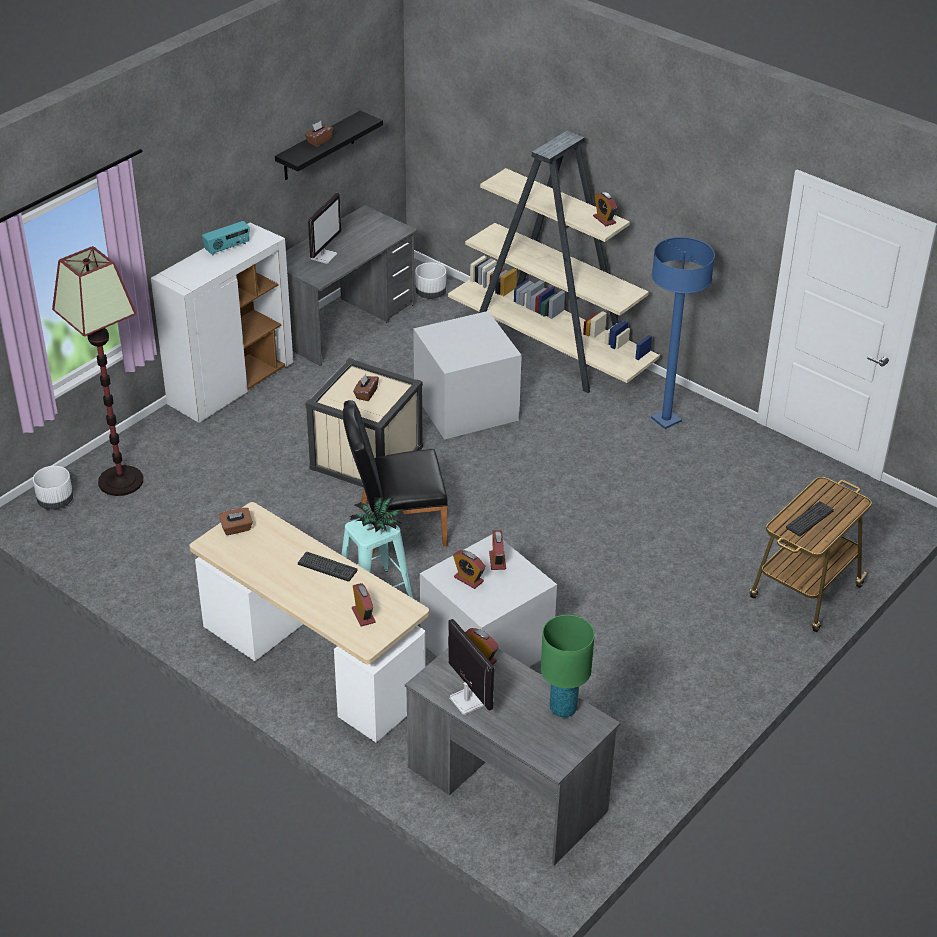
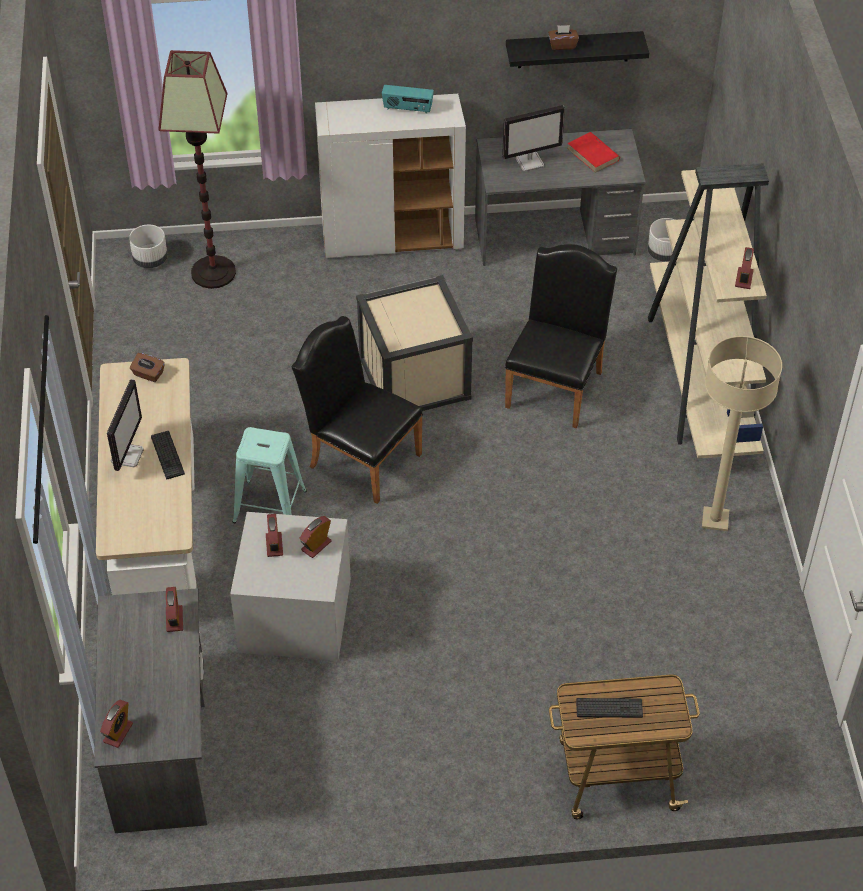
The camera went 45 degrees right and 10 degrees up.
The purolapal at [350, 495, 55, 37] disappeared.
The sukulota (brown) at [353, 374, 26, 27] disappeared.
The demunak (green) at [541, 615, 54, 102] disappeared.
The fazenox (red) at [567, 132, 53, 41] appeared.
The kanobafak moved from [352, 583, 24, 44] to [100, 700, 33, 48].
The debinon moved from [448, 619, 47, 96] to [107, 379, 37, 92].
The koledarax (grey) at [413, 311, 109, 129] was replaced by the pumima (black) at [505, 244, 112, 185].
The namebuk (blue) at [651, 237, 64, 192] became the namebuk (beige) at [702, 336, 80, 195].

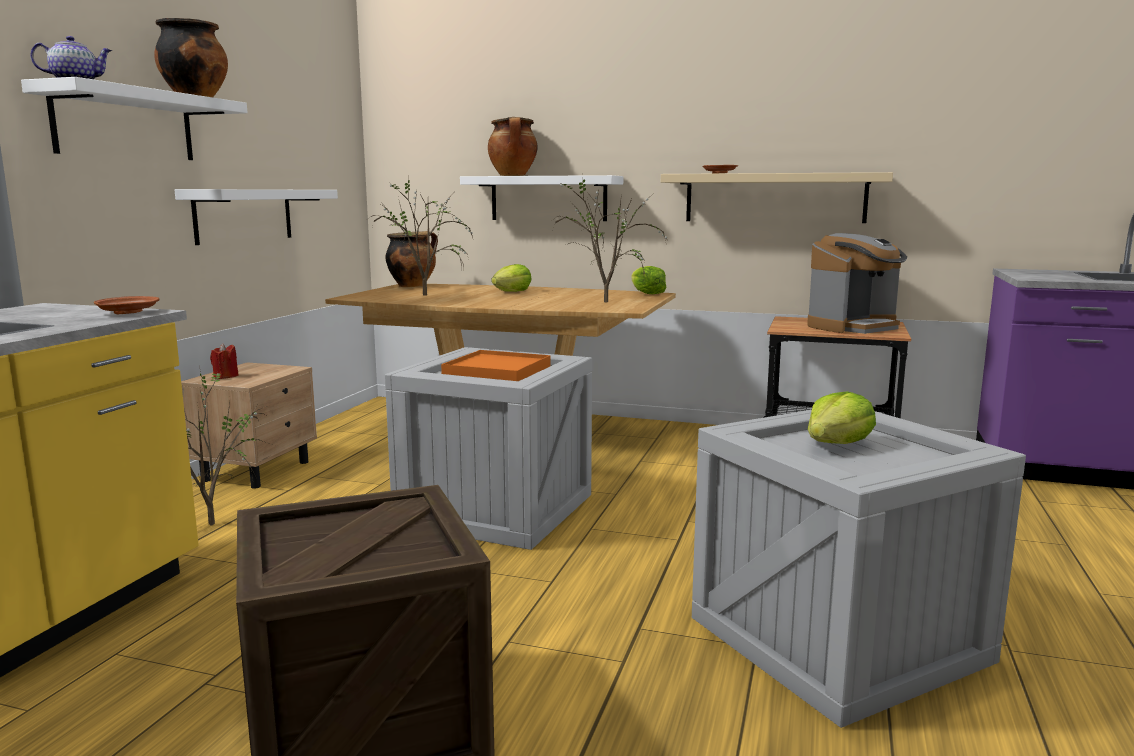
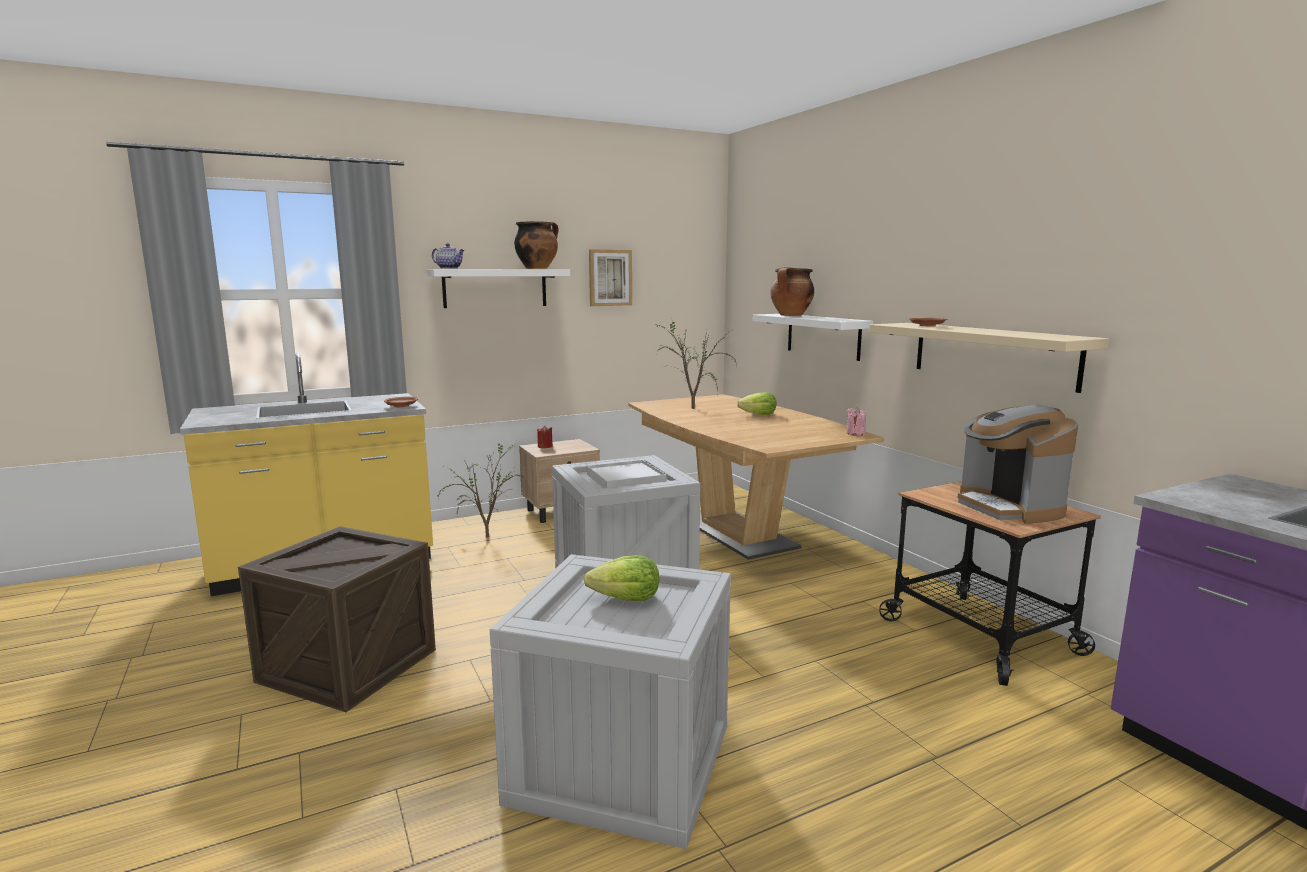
The camera went 45 degrees right and 0 degrees up.
The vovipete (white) at [175, 189, 163, 56] disappeared.
The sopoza at [385, 231, 53, 56] disappeared.
The purolapal at [554, 178, 114, 125] disappeared.
The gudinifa at [589, 249, 43, 57] appeared.
The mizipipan at [631, 266, 35, 28] was replaced by the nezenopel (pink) at [846, 407, 21, 29].
The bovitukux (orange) at [441, 350, 109, 31] became the bovitukux (white) at [587, 460, 79, 29].
The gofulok at [807, 233, 100, 101] turned 60 degrees clockwise.

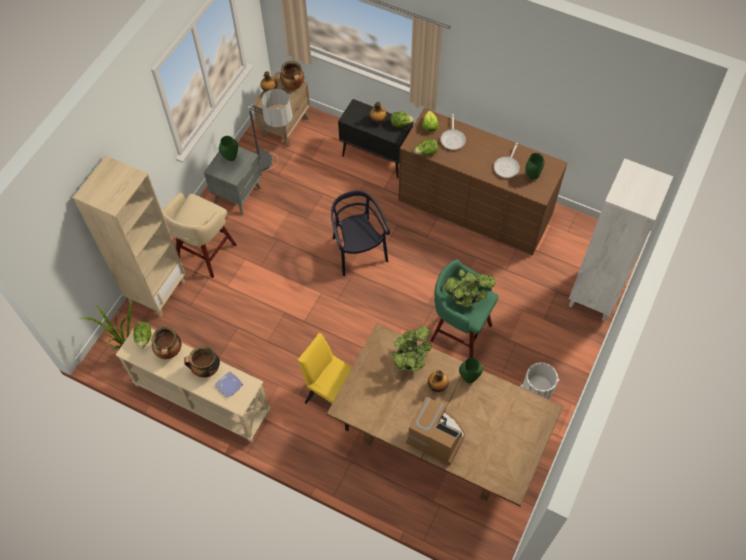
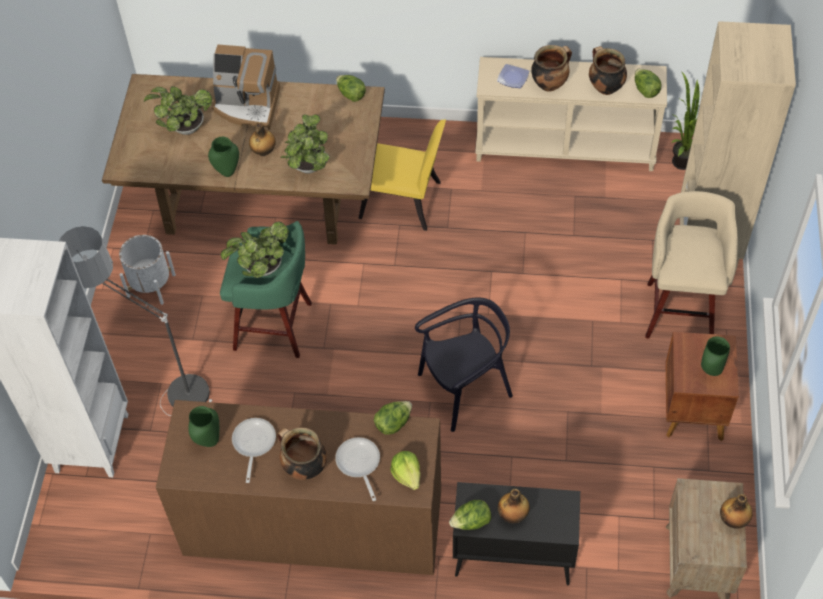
The camera went 160 degrees right and 5 degrees down.
The purolapal at [144, 86, 68, 49] appeared.
The mizipipan at [336, 75, 30, 27] appeared.
The namebuk moved from [247, 89, 46, 82] to [59, 226, 154, 190].
The sopoza moved from [280, 61, 24, 29] to [277, 428, 50, 52].
The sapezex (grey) at [204, 146, 58, 69] became the sapezex (brown) at [666, 332, 73, 109].
The pumima (black) at [331, 191, 59, 85] turned 75 degrees counterclockwise.

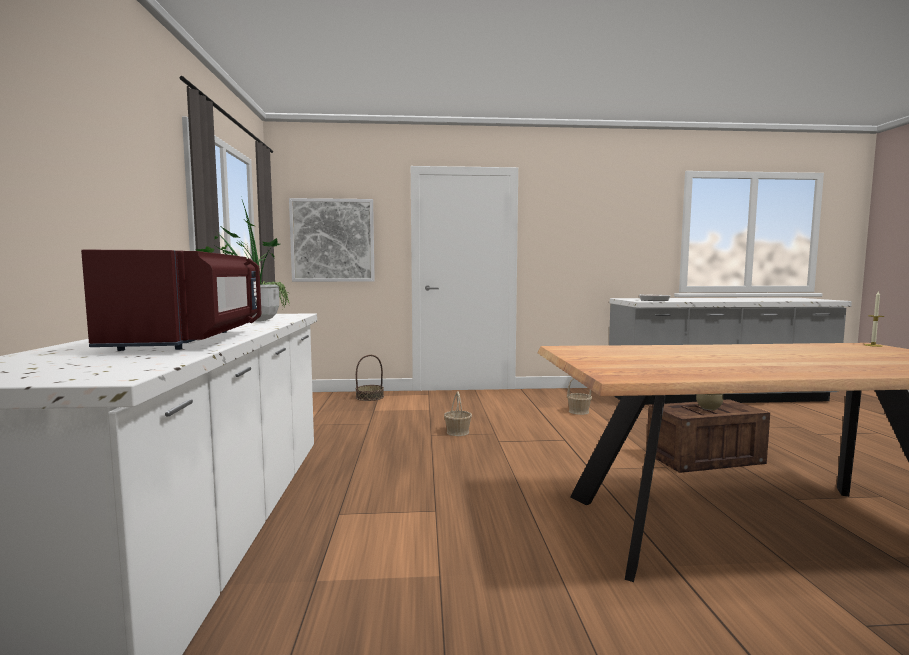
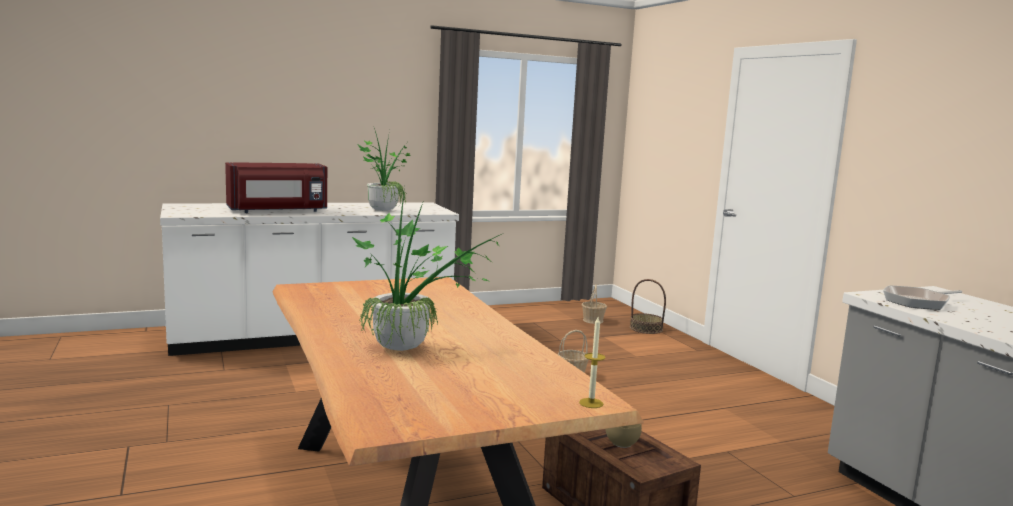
The camera went 70 degrees right and 5 degrees up.
The gudinifa at [289, 198, 86, 84] disappeared.
The purolapal at [351, 186, 149, 165] appeared.
The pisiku moved from [567, 378, 25, 37] to [582, 285, 25, 39].

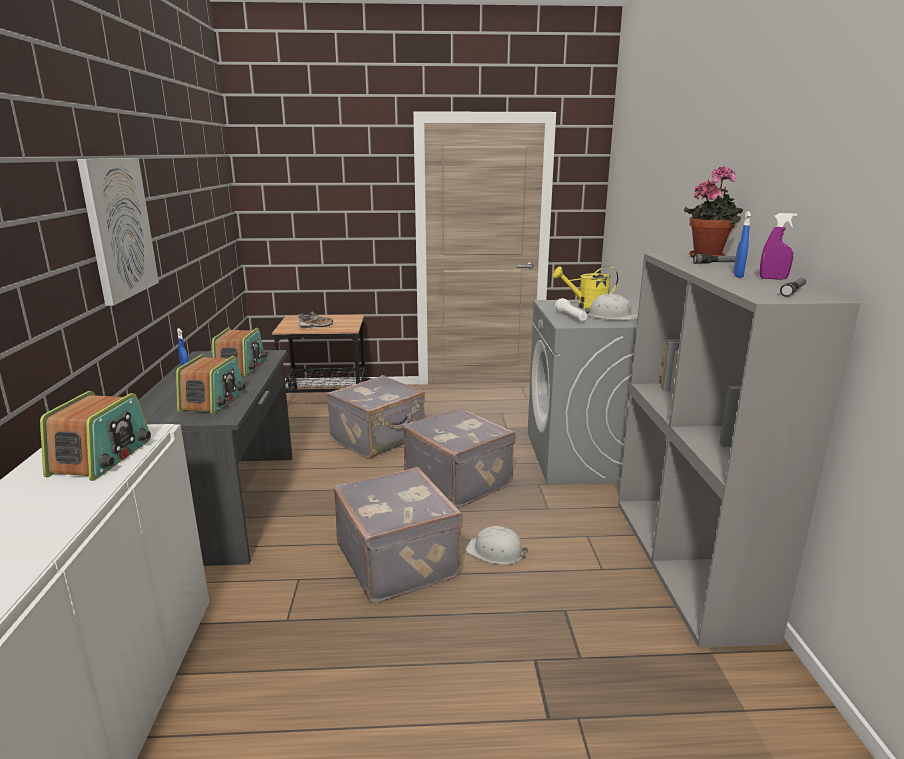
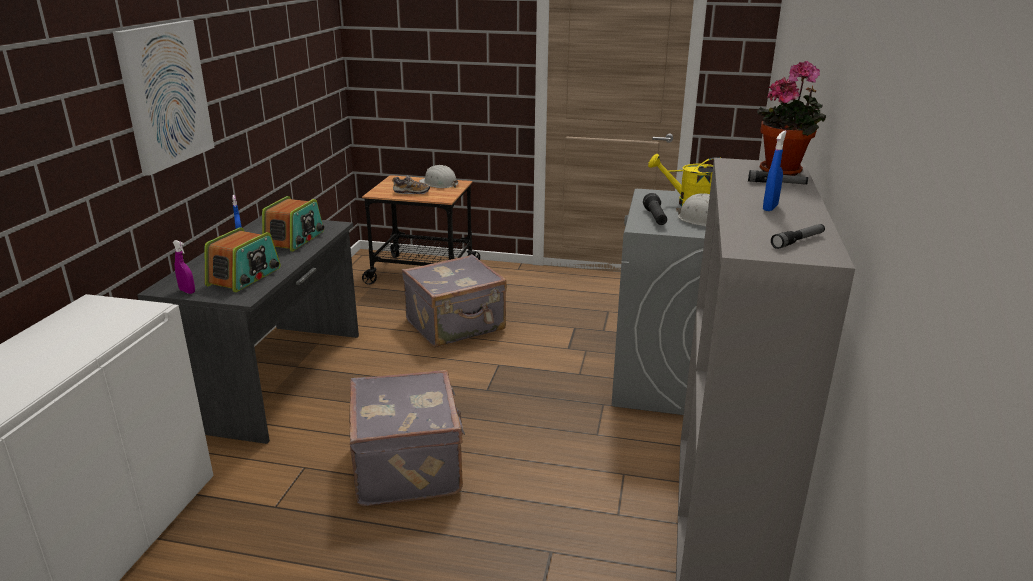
The camera went 15 degrees right and 5 degrees up.
The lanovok at [40, 391, 111, 90] disappeared.
The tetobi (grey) at [403, 407, 113, 101] disappeared.
The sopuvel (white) moved from [466, 526, 62, 39] to [419, 165, 39, 23].
The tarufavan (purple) moved from [760, 213, 37, 67] to [173, 240, 22, 54].
The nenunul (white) at [555, 298, 32, 23] became the nenunul (black) at [643, 193, 24, 32].

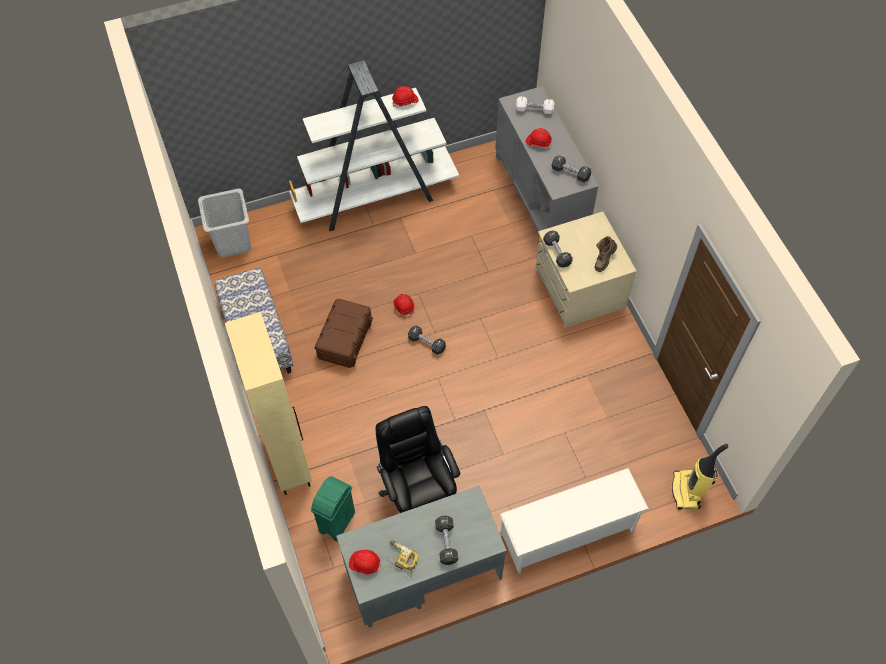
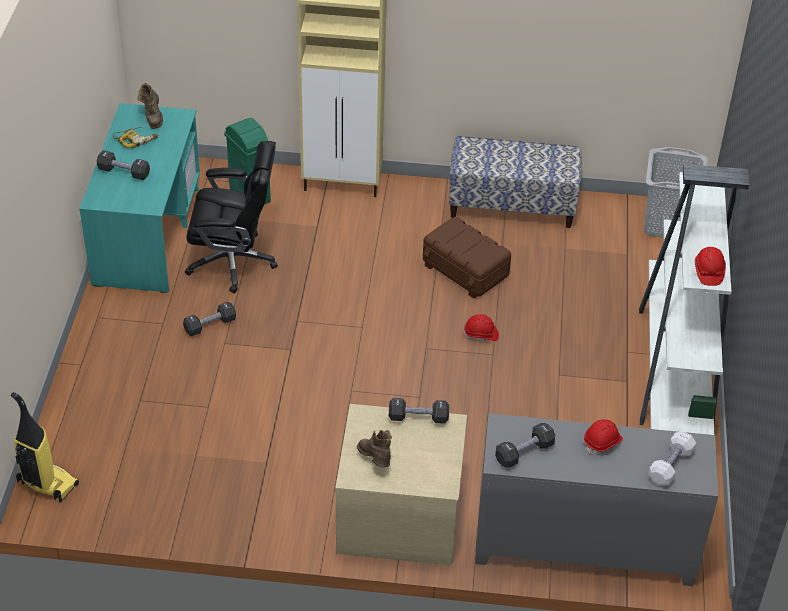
The camera went 115 degrees right and 15 degrees down.
The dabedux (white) at [500, 468, 149, 106] disappeared.
The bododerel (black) moved from [408, 325, 38, 30] to [183, 302, 53, 34].
The sopuvel (red) at [349, 550, 32, 25] was replaced by the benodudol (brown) at [138, 83, 25, 46].
The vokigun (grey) at [336, 486, 171, 142] became the vokigun (turquoise) at [79, 103, 121, 190].

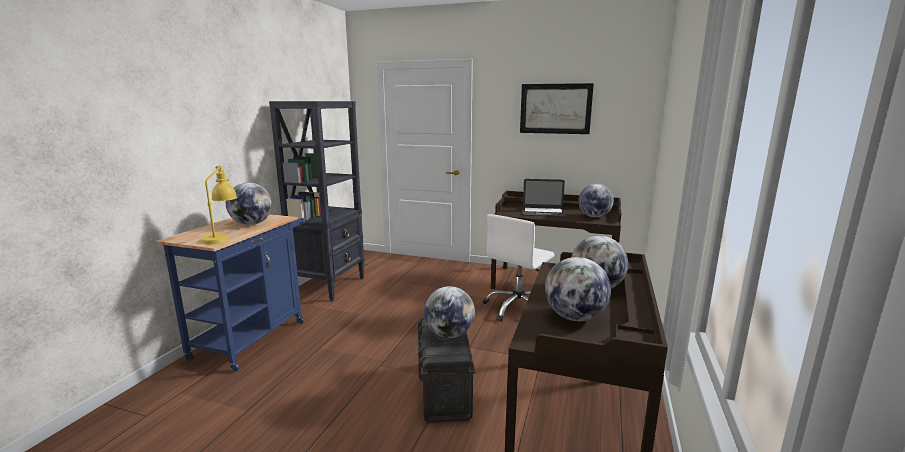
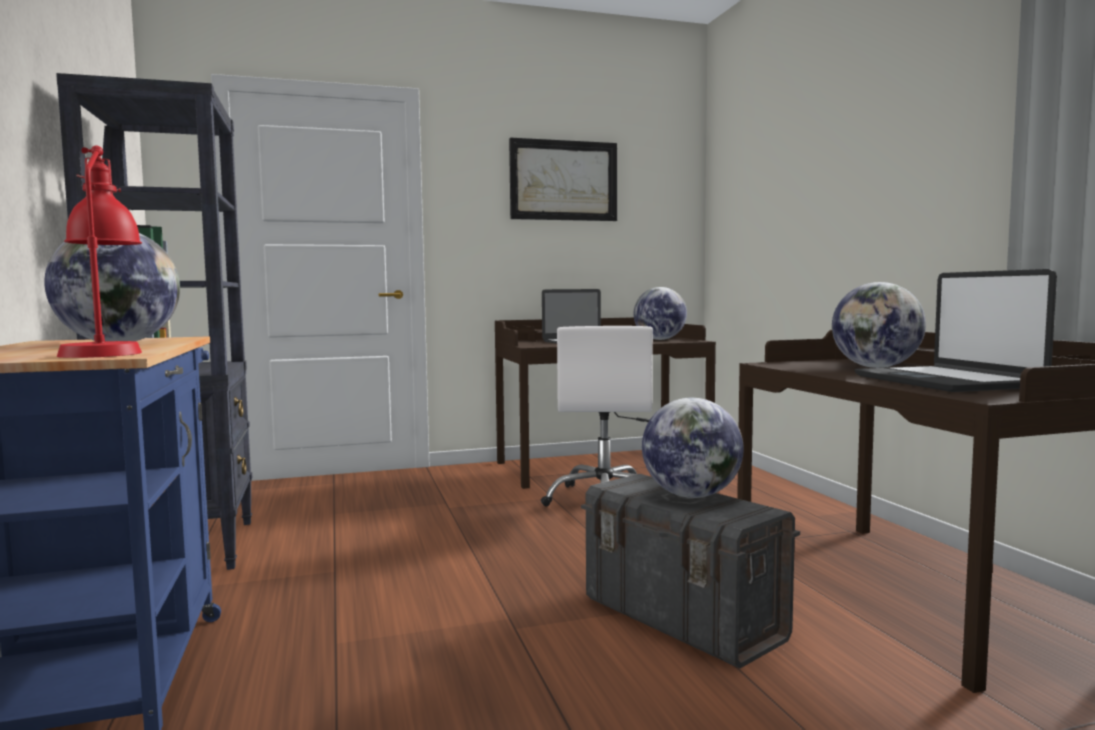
The camera went 35 degrees left and 10 degrees down.
The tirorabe at [545, 257, 66, 64] was replaced by the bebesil at [855, 269, 202, 123].
The demunak (yellow) at [201, 166, 36, 78] became the demunak (red) at [57, 146, 85, 212].

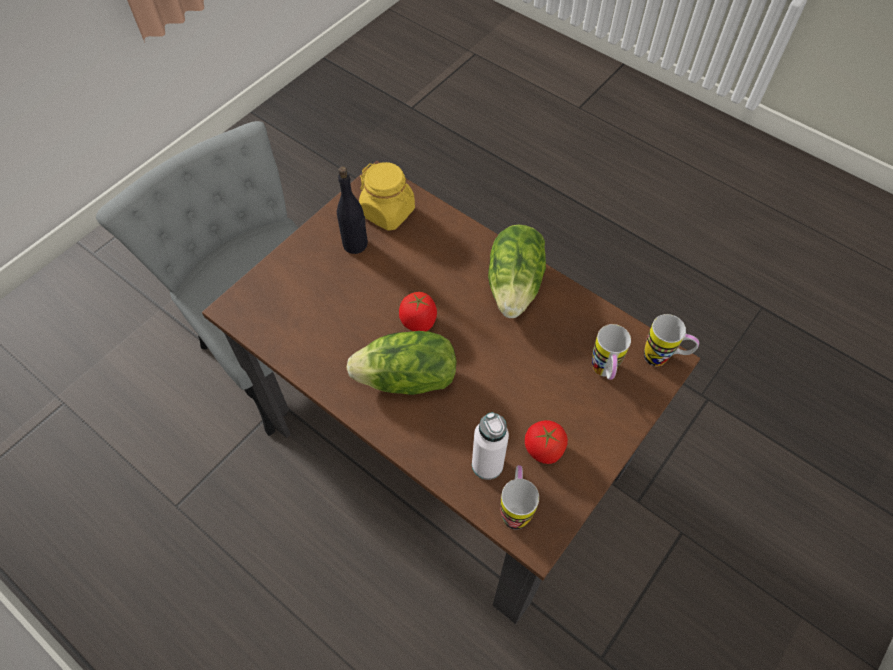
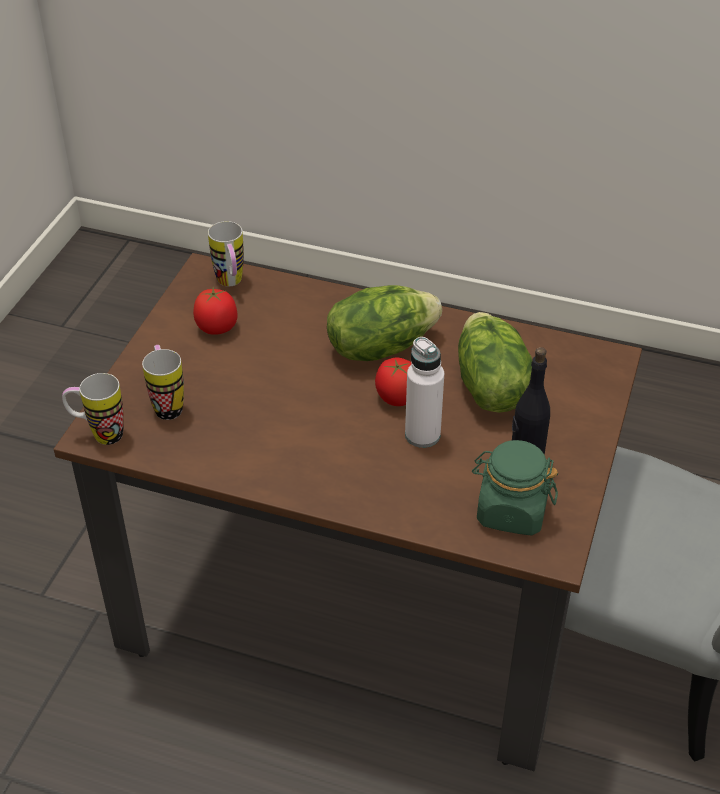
The camera went 160 degrees right and 15 degrees down.
The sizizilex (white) moved from [472, 412, 37, 68] to [405, 337, 39, 111].
The mizipipan moved from [488, 225, 58, 93] to [458, 312, 74, 101].
The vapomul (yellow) at [359, 162, 56, 69] became the vapomul (green) at [472, 440, 86, 96].

